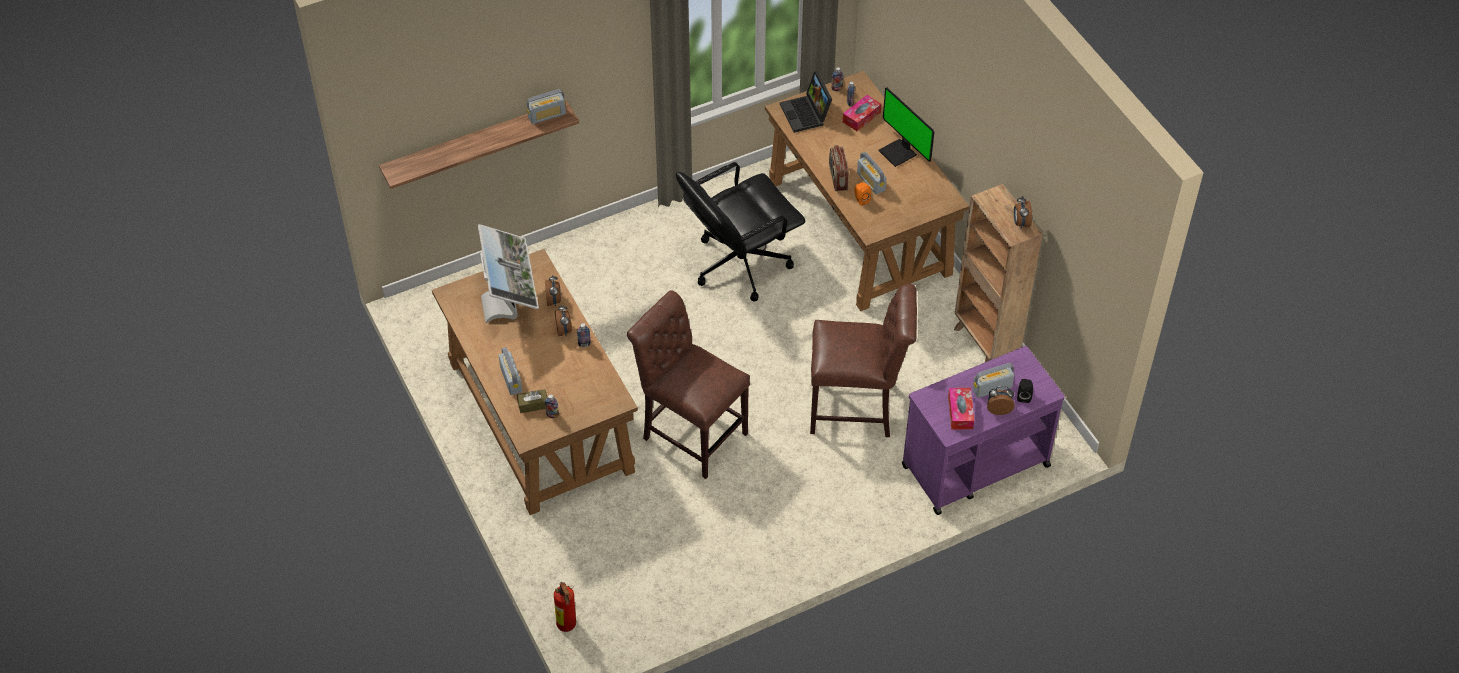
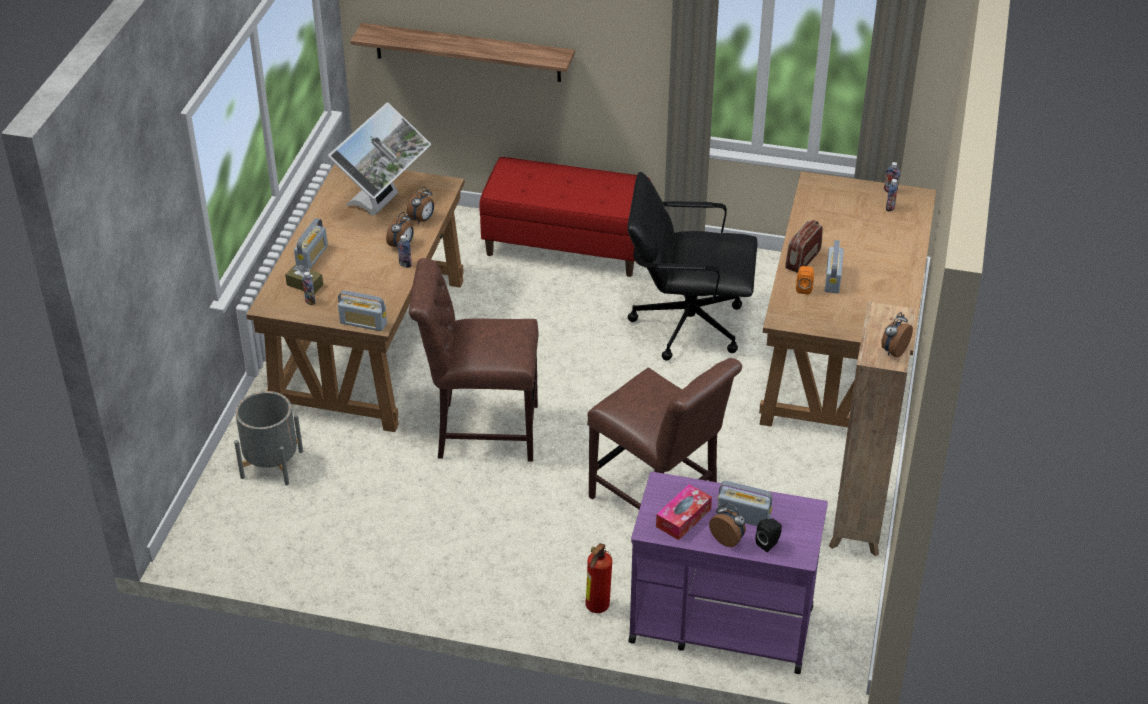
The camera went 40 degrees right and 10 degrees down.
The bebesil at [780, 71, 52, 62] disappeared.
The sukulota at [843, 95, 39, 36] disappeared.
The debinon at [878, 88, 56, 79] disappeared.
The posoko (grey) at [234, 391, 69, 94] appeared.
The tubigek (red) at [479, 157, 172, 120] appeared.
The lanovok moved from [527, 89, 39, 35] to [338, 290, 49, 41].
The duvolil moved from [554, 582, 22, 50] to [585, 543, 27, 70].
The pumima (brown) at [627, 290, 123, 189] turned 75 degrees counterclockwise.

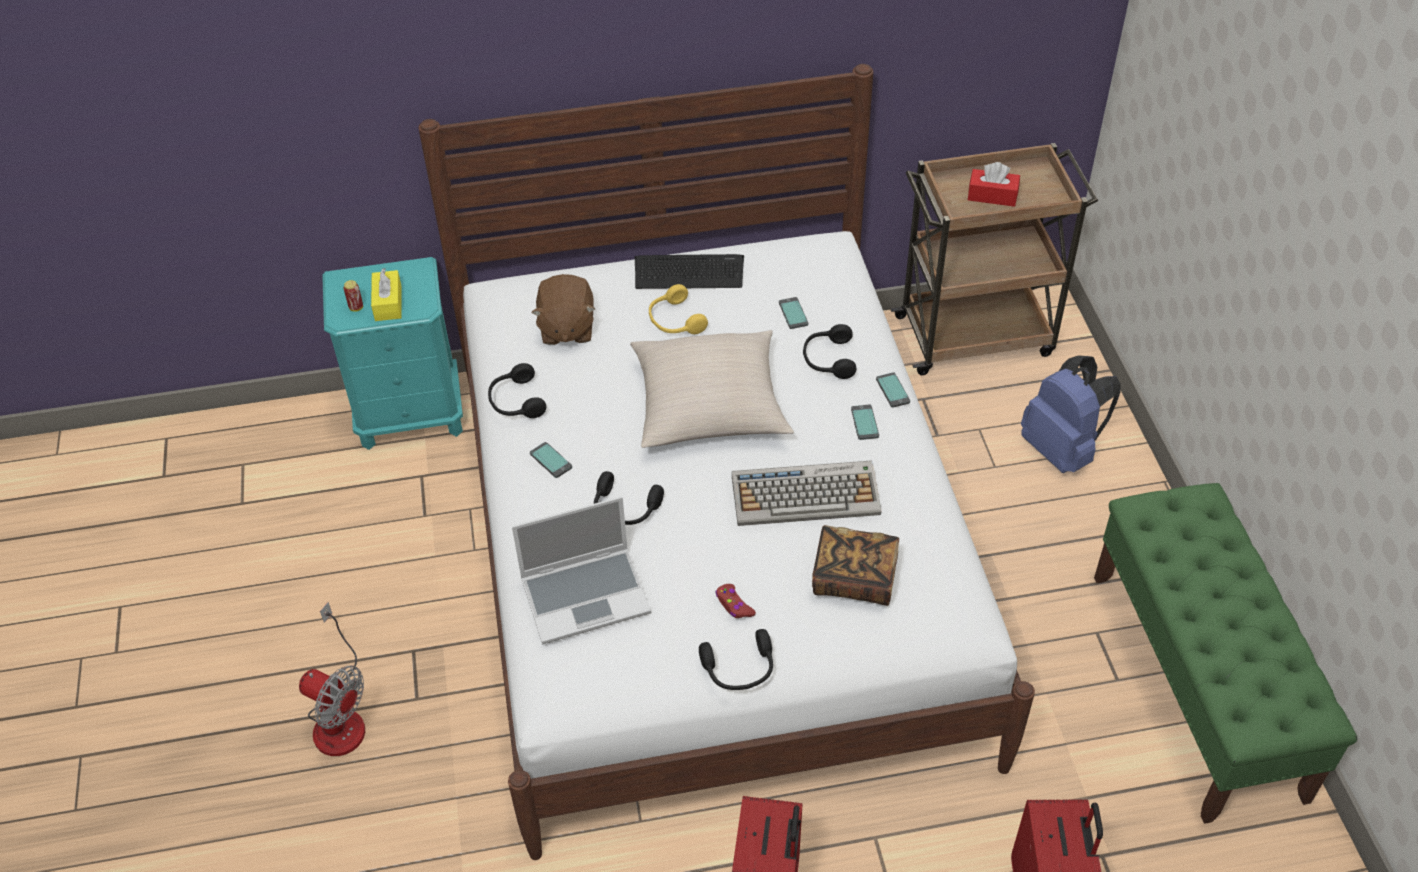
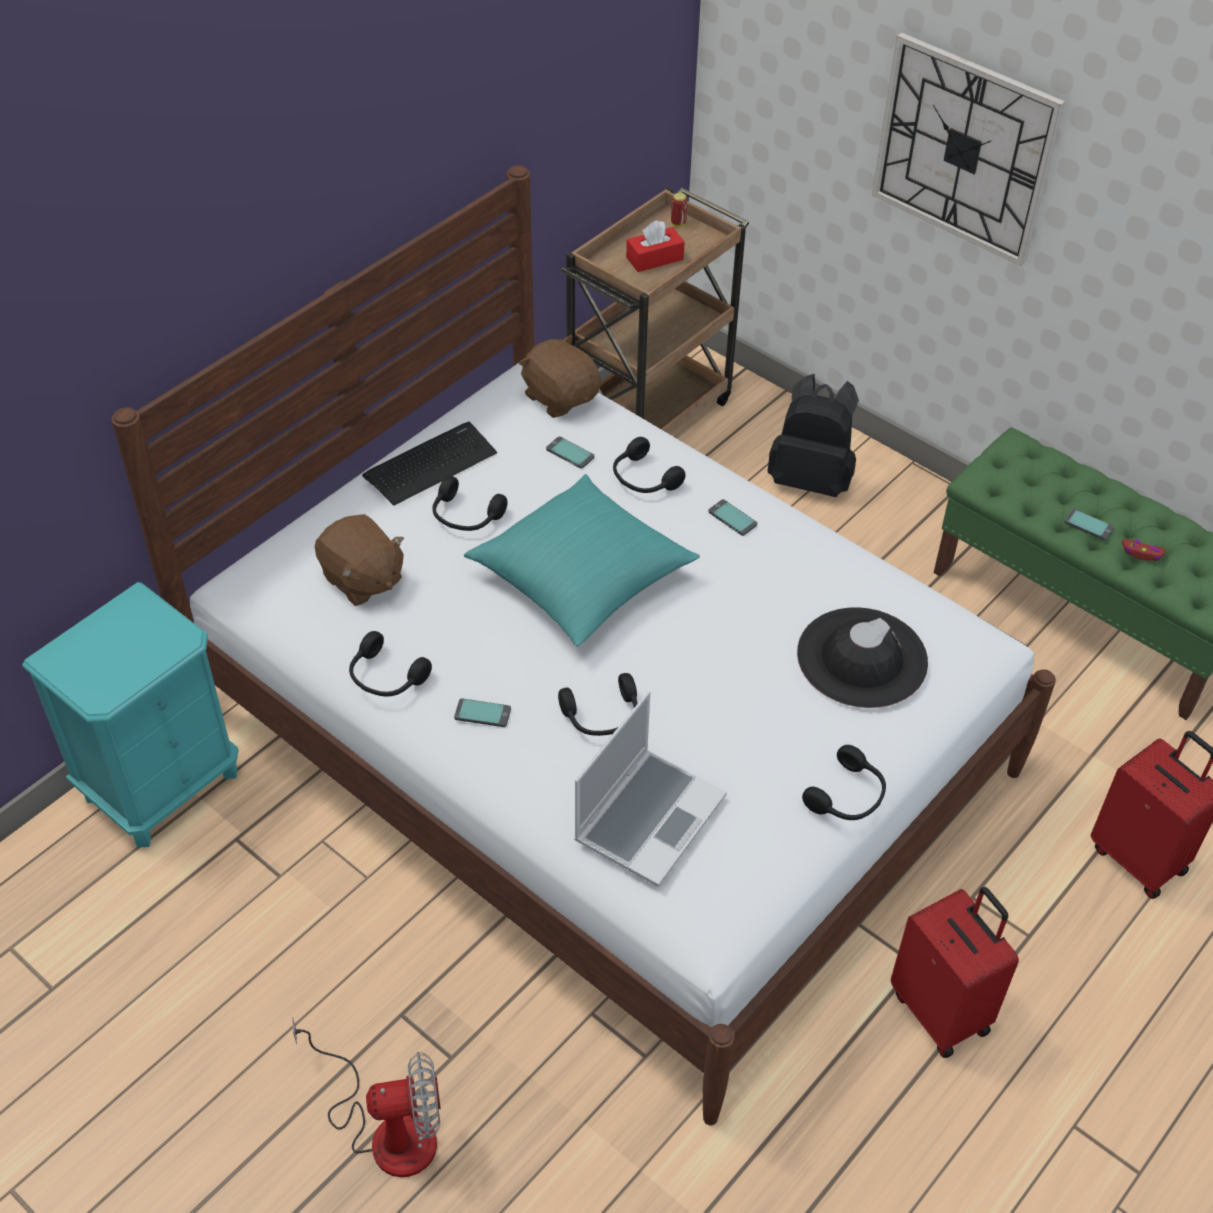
The camera went 40 degrees left and 0 degrees up.
The sukulota (yellow) at [371, 268, 30, 53] disappeared.
The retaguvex at [732, 461, 149, 65] disappeared.
The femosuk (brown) at [519, 335, 82, 83] appeared.
The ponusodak at [872, 32, 193, 234] appeared.
The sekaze moved from [344, 280, 19, 32] to [671, 193, 16, 34].
The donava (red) moved from [715, 584, 41, 34] to [1122, 539, 44, 22].
The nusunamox moved from [876, 372, 34, 36] to [1064, 509, 50, 32].
The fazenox at [812, 525, 87, 81] was replaced by the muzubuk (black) at [797, 607, 131, 101].
The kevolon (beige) at [630, 330, 164, 118] became the kevolon (turquoise) at [464, 474, 236, 173].
The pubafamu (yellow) at [649, 284, 59, 50] became the pubafamu (black) at [432, 476, 76, 55].
The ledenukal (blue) at [1021, 355, 100, 118] became the ledenukal (black) at [767, 374, 92, 123].

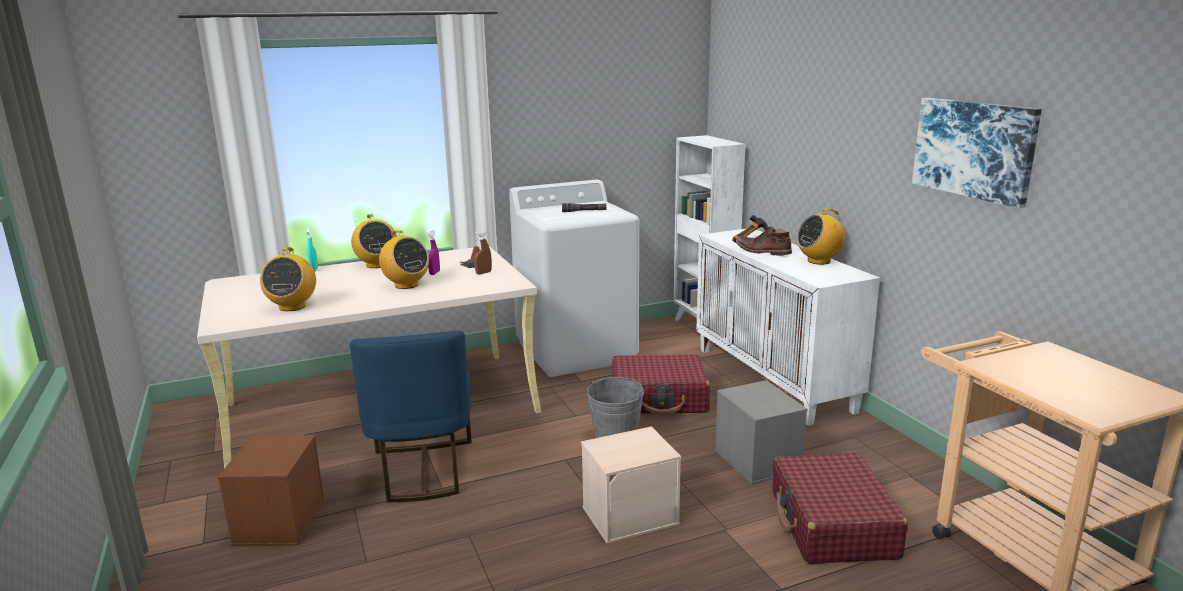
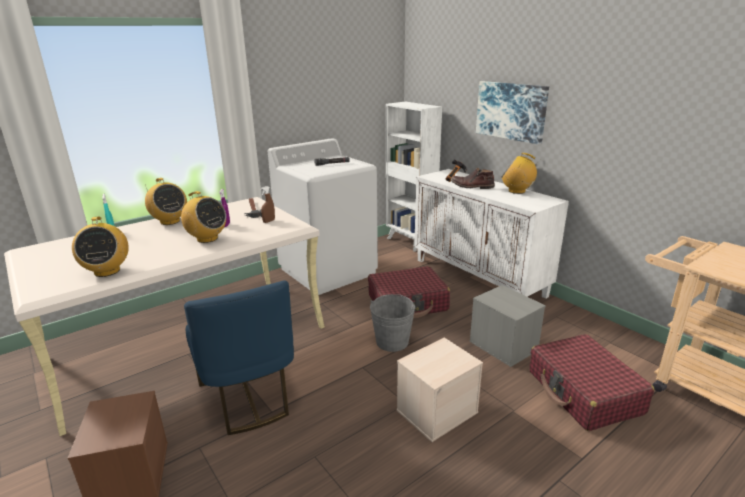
The camera went 15 degrees left and 5 degrees up.
The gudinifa moved from [912, 98, 129, 110] to [476, 81, 73, 64].
The lanovok at [797, 209, 48, 56] turned 60 degrees clockwise.

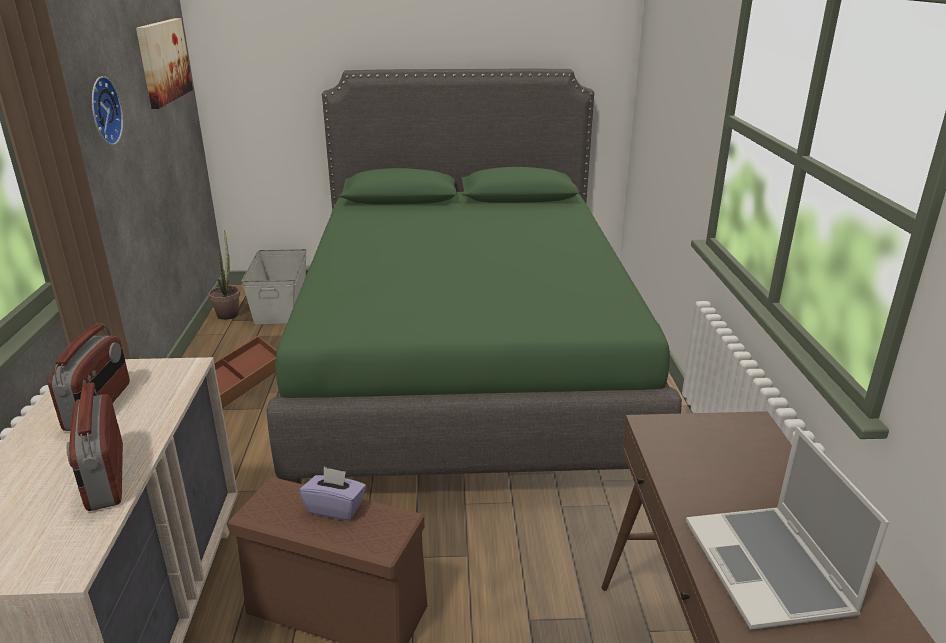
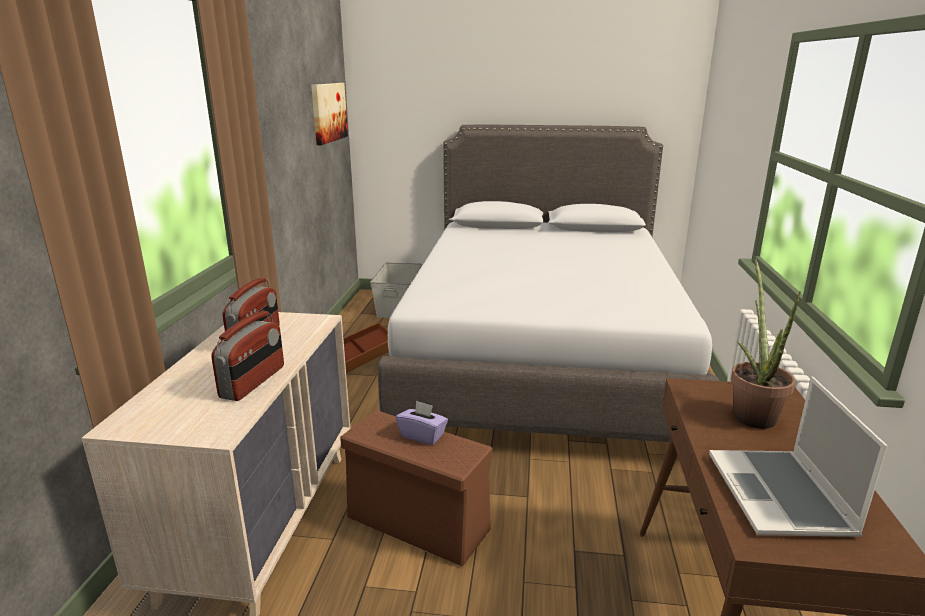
The camera went 10 degrees right and 5 degrees down.
The ponusodak at [91, 76, 32, 69] disappeared.
The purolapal moved from [208, 230, 32, 90] to [731, 259, 70, 170].
The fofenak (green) at [267, 69, 415, 415] became the fofenak (grey) at [378, 125, 341, 317].
The lanovok at [67, 382, 56, 129] turned 150 degrees counterclockwise.

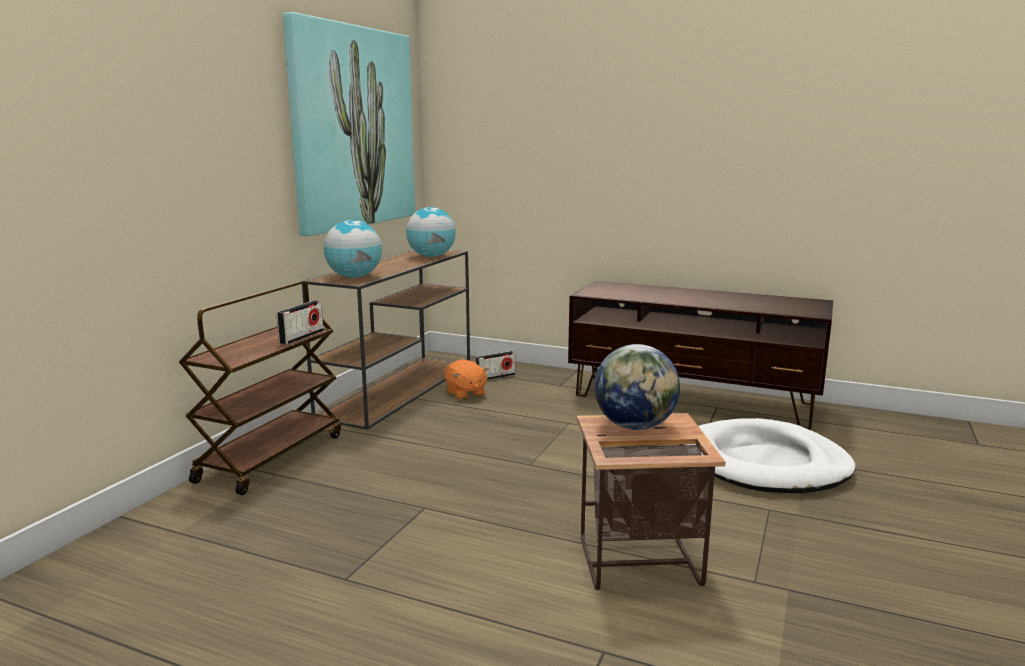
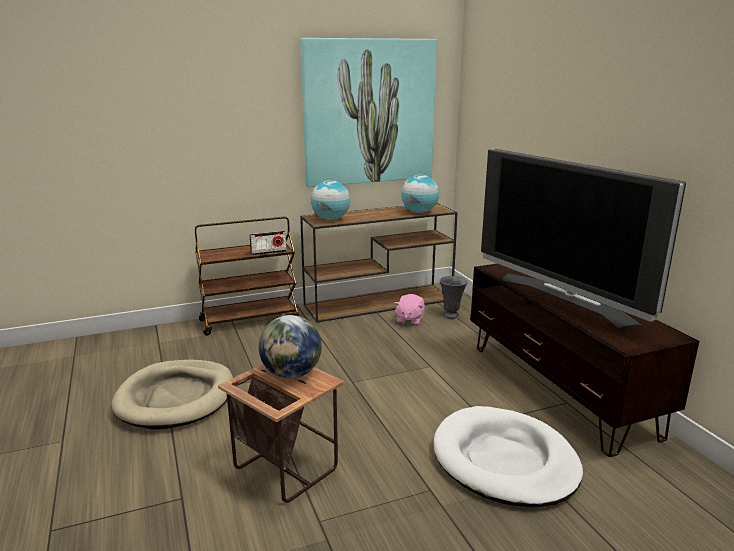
The camera went 45 degrees right and 5 degrees up.
The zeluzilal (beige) at [111, 360, 122, 70] appeared.
The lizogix at [481, 149, 205, 180] appeared.
The lanovok at [476, 351, 39, 29] was replaced by the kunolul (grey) at [439, 276, 29, 42].
The femosuk (orange) at [445, 360, 43, 40] became the femosuk (pink) at [394, 294, 31, 32].

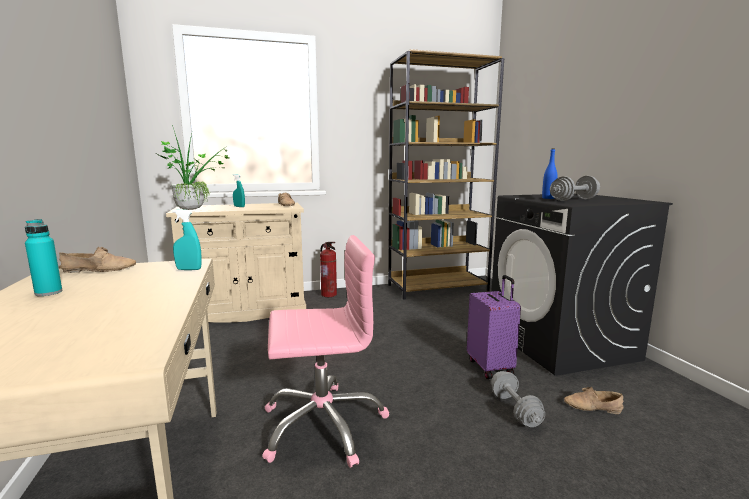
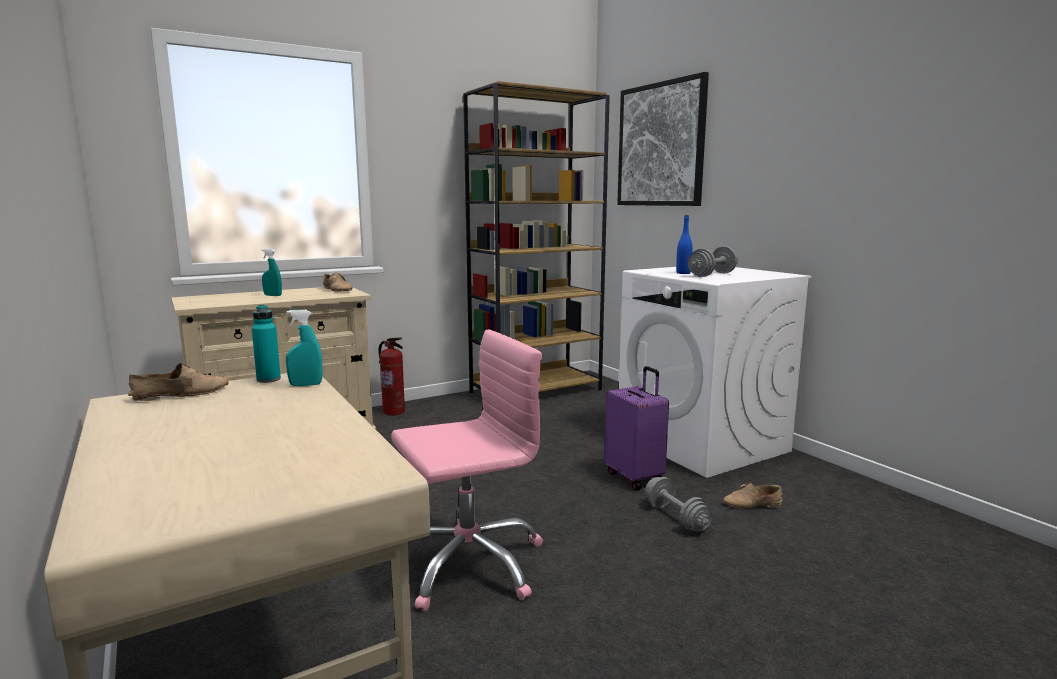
The camera went 15 degrees left and 0 degrees up.
The purolapal at [157, 125, 72, 85] disappeared.
The gudinifa at [617, 72, 92, 134] appeared.
The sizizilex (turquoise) moved from [25, 219, 37, 77] to [252, 305, 29, 78].
The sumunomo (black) at [491, 193, 182, 183] became the sumunomo (white) at [619, 267, 192, 211].

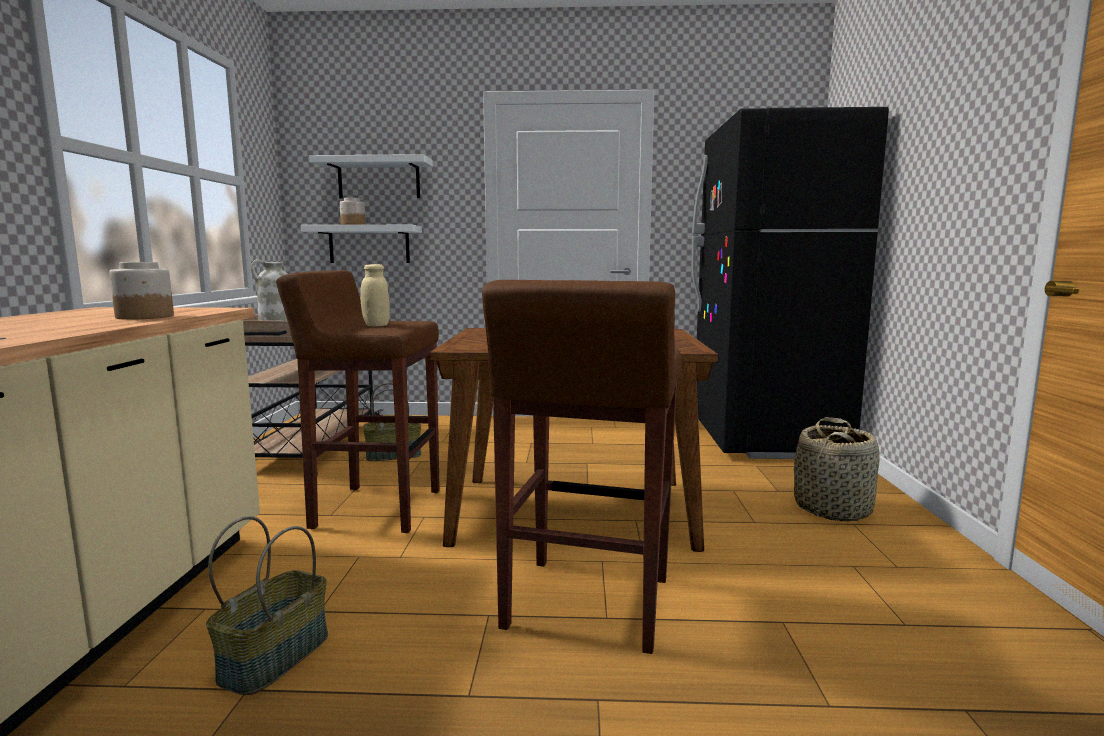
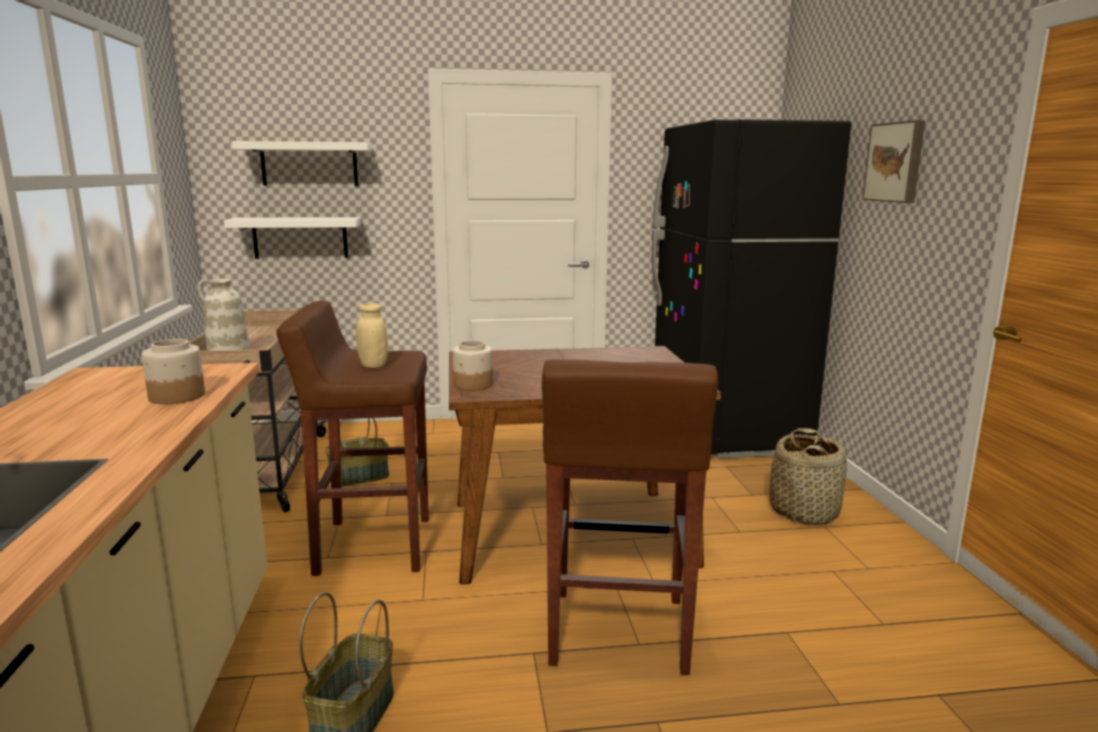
The camera went 10 degrees left and 5 degrees up.
The gudinifa at [862, 120, 63, 83] appeared.
The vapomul moved from [340, 198, 26, 27] to [452, 340, 41, 50].

